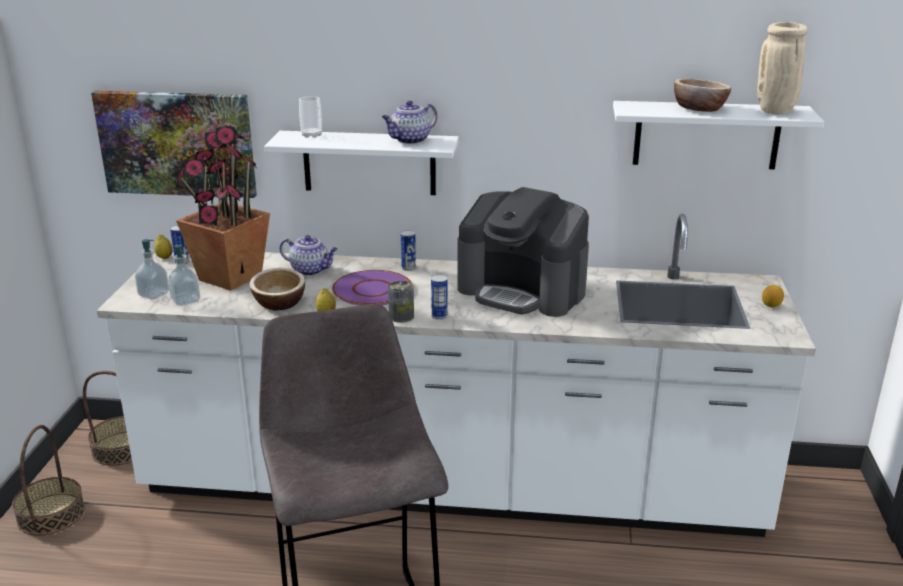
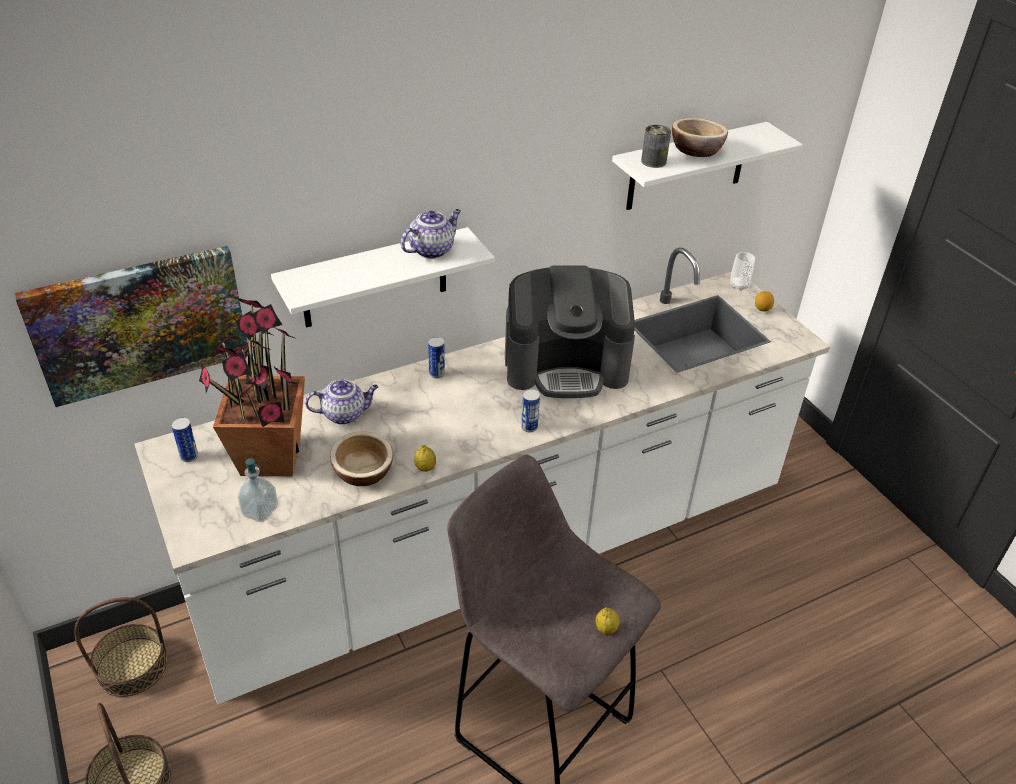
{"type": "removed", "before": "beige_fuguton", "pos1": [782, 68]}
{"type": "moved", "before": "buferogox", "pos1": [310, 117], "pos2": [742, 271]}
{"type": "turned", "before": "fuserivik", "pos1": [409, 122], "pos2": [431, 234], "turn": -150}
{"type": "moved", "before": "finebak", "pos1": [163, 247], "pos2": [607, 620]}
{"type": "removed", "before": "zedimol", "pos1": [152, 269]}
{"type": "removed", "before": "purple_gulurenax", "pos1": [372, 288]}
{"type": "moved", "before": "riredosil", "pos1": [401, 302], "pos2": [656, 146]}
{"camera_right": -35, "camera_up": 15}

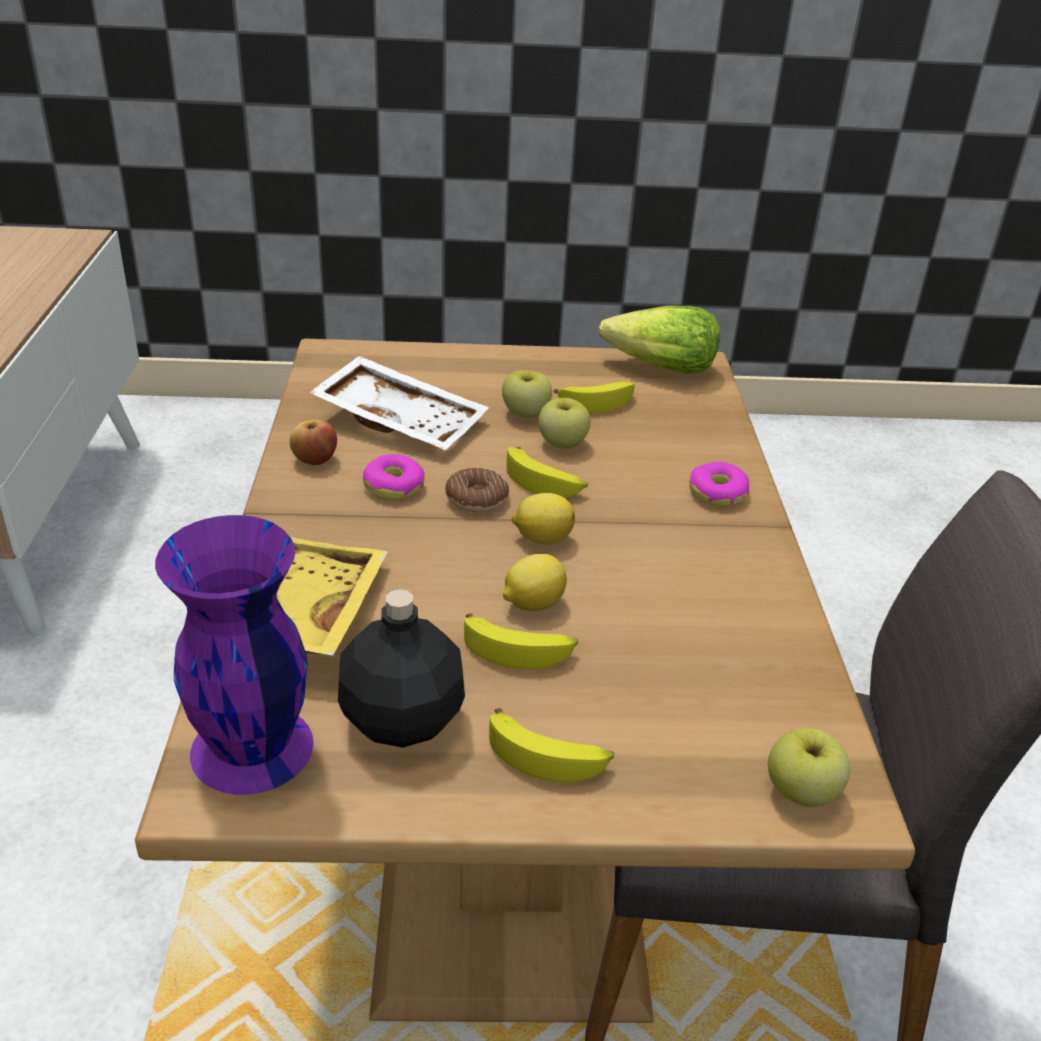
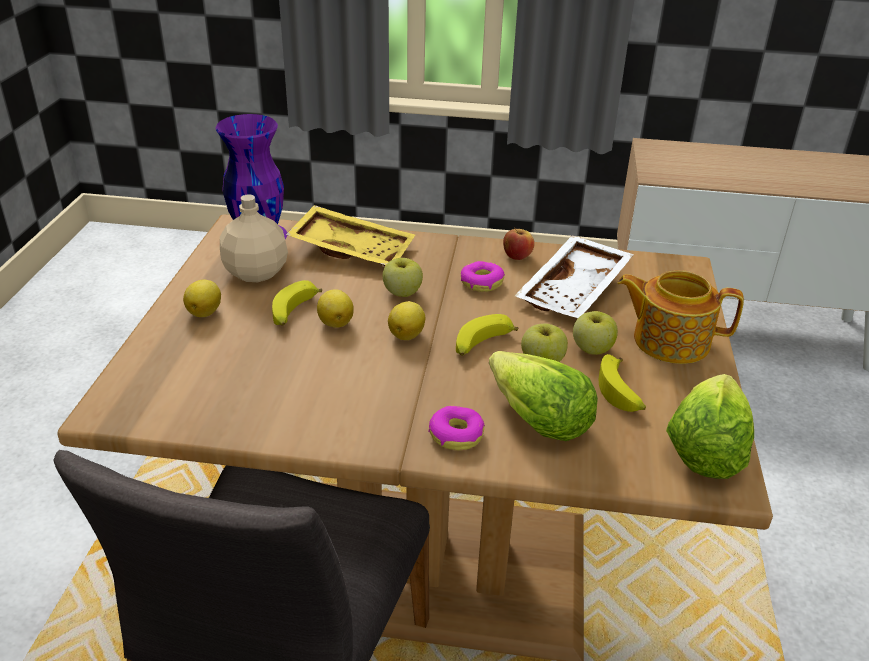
{"type": "removed", "before": "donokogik", "pos1": [477, 490]}
{"type": "recoloured", "before": "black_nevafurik", "after": "beige_nevafurik", "pos1": [401, 668], "pos2": [254, 238]}
{"type": "replaced", "before": "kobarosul", "after": "finebak", "pos1": [551, 745], "pos2": [202, 298]}
{"type": "moved", "before": "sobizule", "pos1": [809, 767], "pos2": [403, 277]}
{"type": "added", "after": "fuserivik", "pos2": [680, 317]}
{"type": "added", "after": "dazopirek", "pos2": [543, 396]}
{"camera_right": 100, "camera_up": 0}

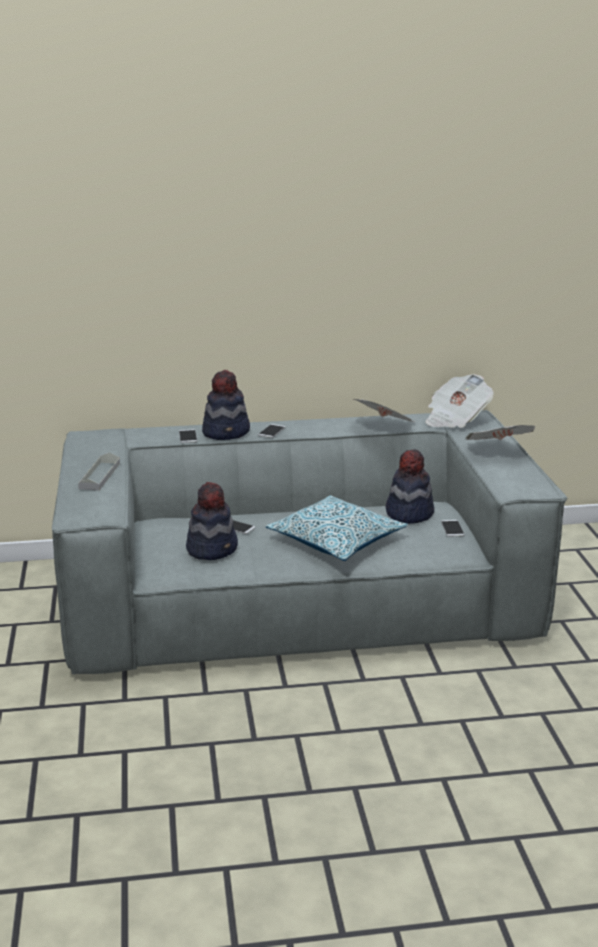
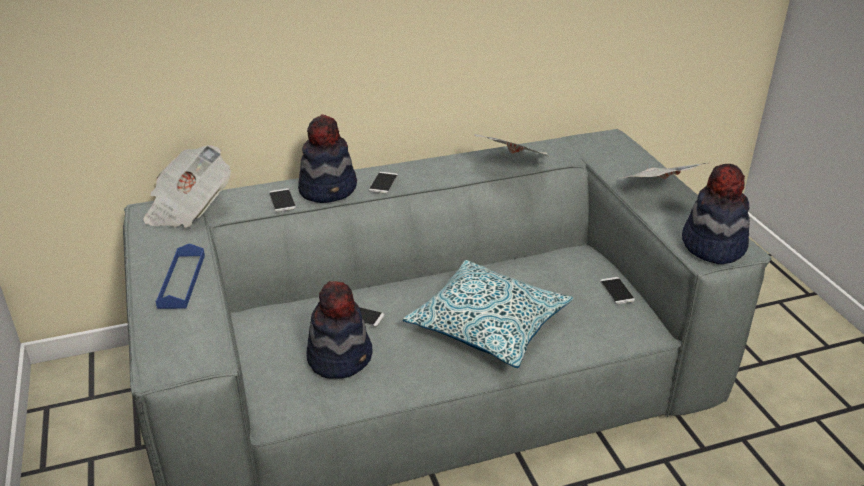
{"type": "moved", "before": "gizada", "pos1": [460, 401], "pos2": [187, 186]}
{"type": "moved", "before": "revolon", "pos1": [410, 486], "pos2": [716, 214]}
{"type": "recoloured", "before": "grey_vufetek", "after": "blue_vufetek", "pos1": [99, 471], "pos2": [180, 276]}
{"camera_right": -10, "camera_up": 10}

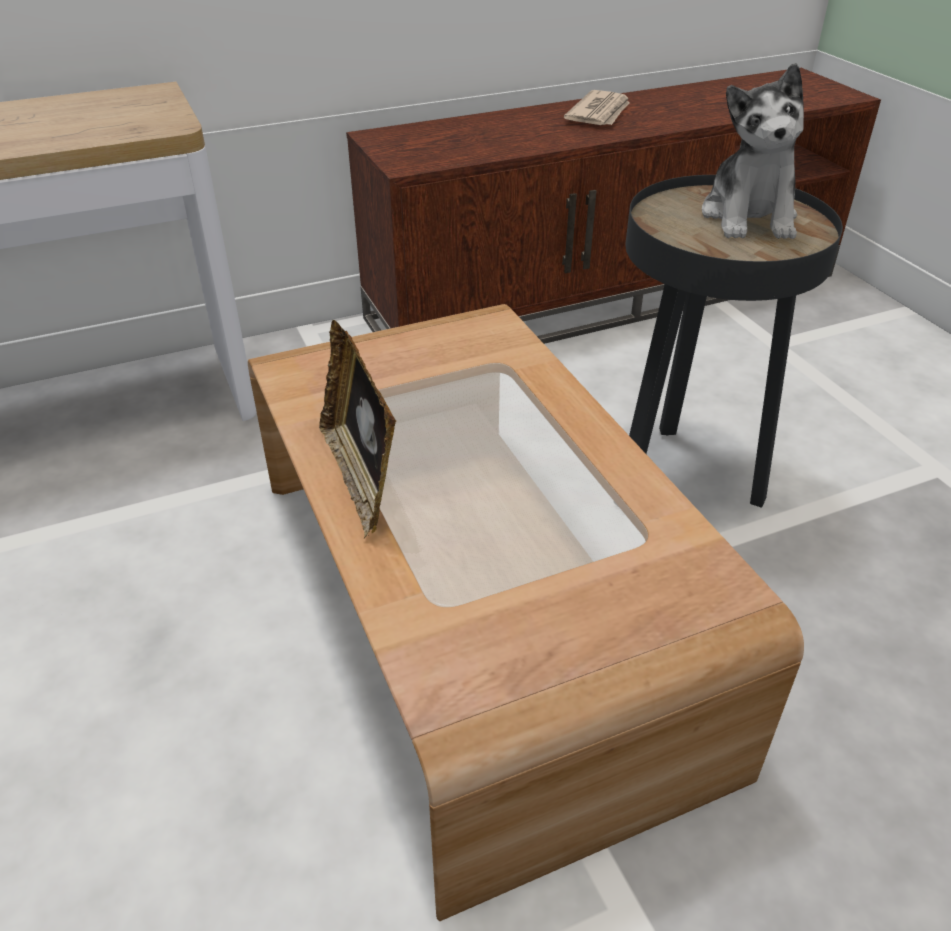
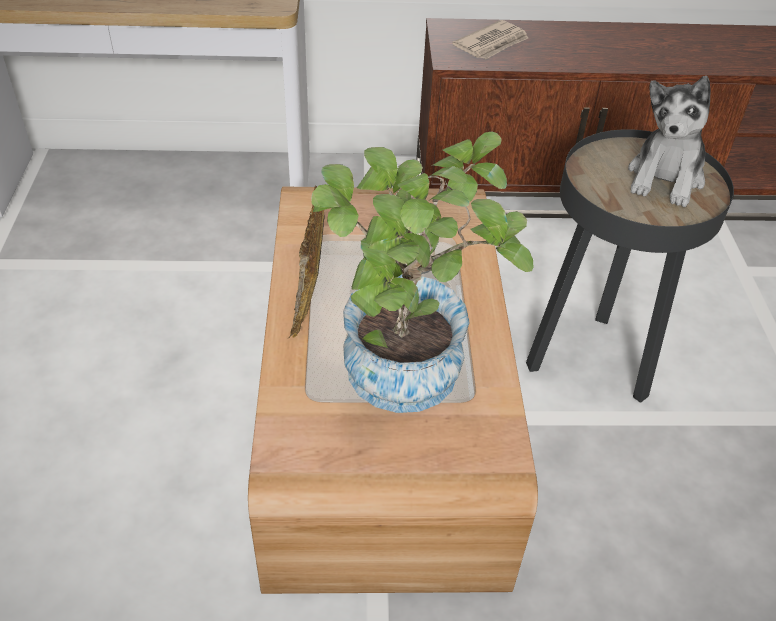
{"type": "moved", "before": "gizada", "pos1": [597, 107], "pos2": [490, 40]}
{"type": "added", "after": "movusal", "pos2": [422, 272]}
{"camera_right": 20, "camera_up": 5}

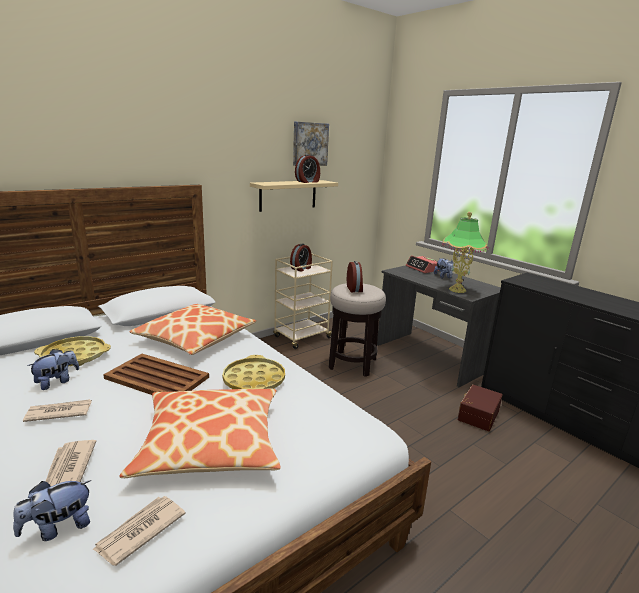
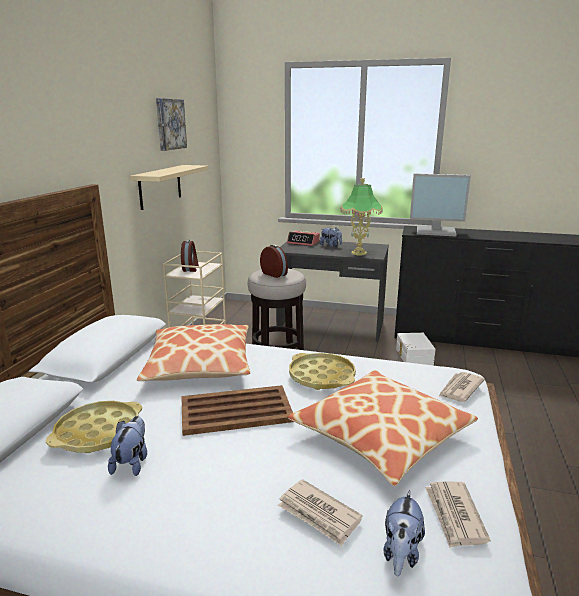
{"type": "removed", "before": "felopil", "pos1": [307, 168]}
{"type": "recoloured", "before": "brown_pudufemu", "after": "white_pudufemu", "pos1": [480, 407], "pos2": [416, 349]}
{"type": "moved", "before": "gizada", "pos1": [57, 410], "pos2": [461, 387]}
{"type": "added", "after": "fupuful", "pos2": [440, 204]}
{"camera_right": -35, "camera_up": 0}

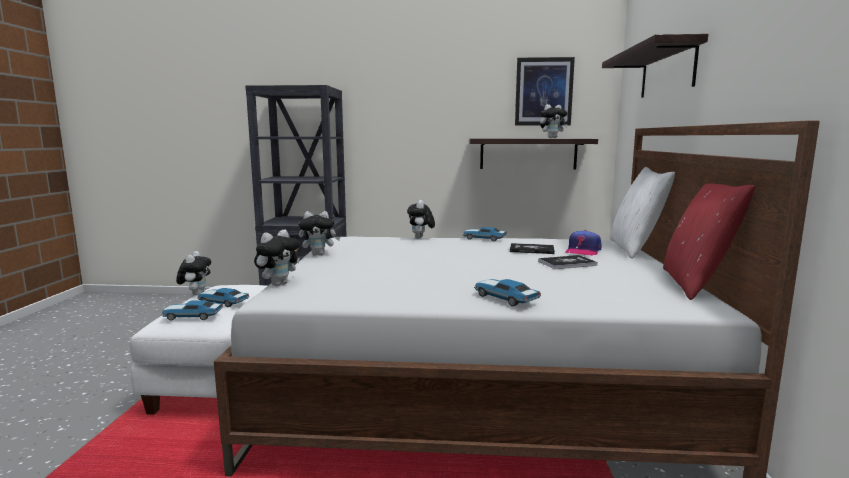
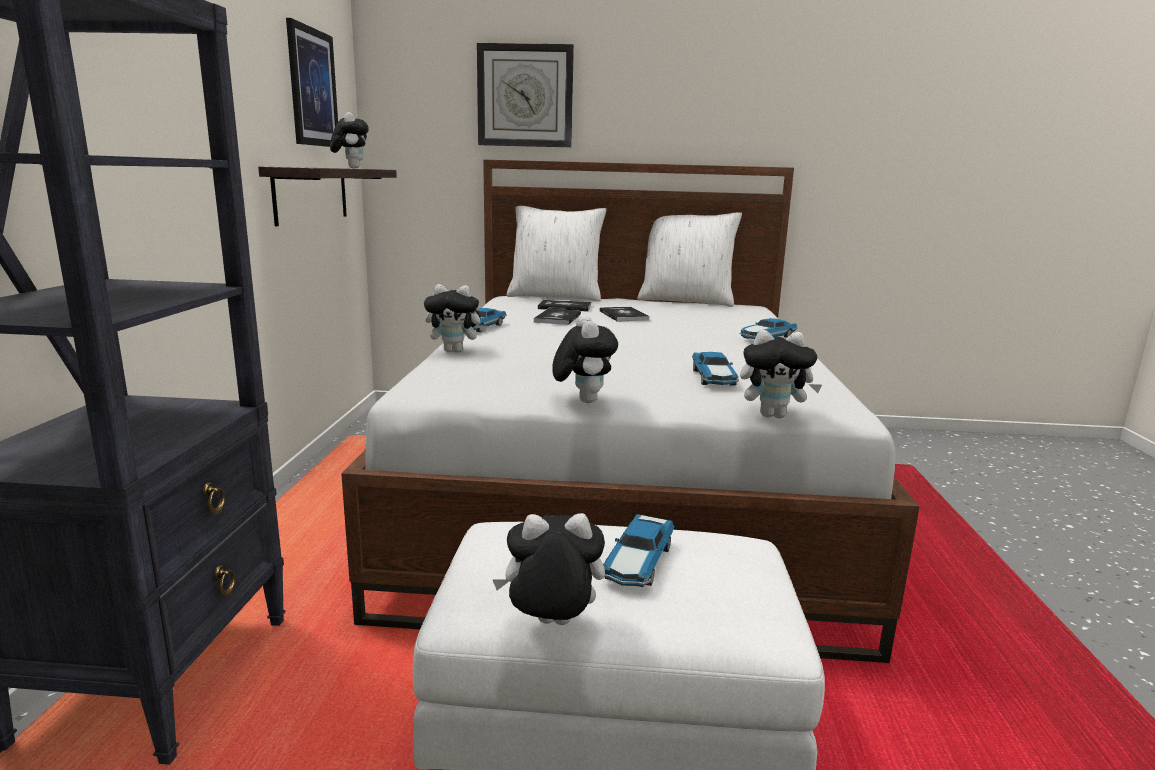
{"type": "replaced", "before": "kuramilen", "after": "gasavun", "pos1": [655, 66], "pos2": [525, 95]}
{"type": "recoloured", "before": "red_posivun", "after": "white_posivun", "pos1": [709, 242], "pos2": [689, 259]}
{"type": "turned", "before": "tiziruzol", "pos1": [277, 258], "pos2": [781, 374], "turn": 150}
{"type": "replaced", "before": "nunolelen", "after": "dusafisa", "pos1": [583, 243], "pos2": [564, 306]}
{"type": "moved", "before": "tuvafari", "pos1": [192, 310], "pos2": [715, 369]}
{"camera_right": -90, "camera_up": 5}

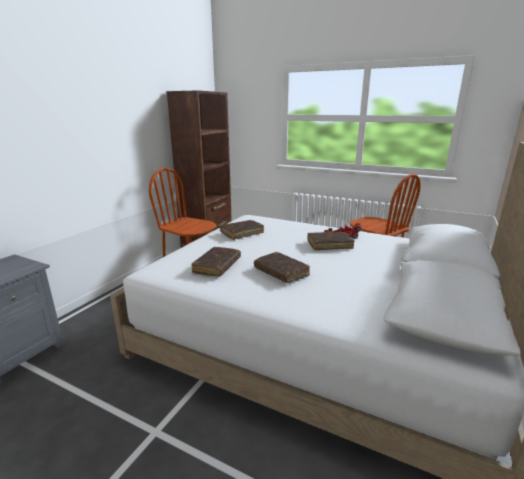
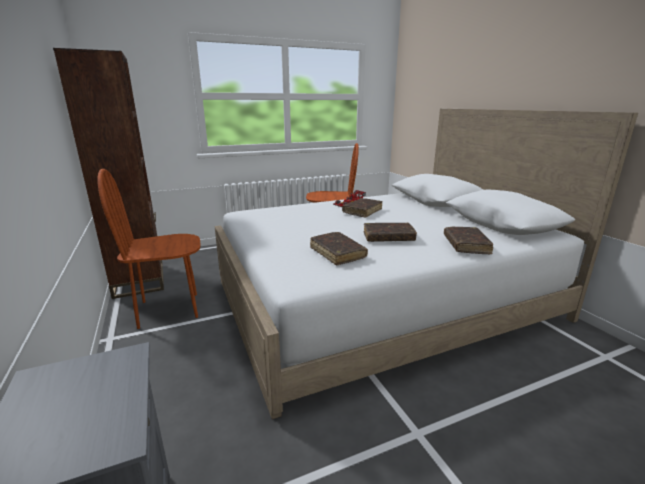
{"type": "moved", "before": "brown_dusafisa", "pos1": [242, 230], "pos2": [468, 240]}
{"camera_right": -50, "camera_up": 0}

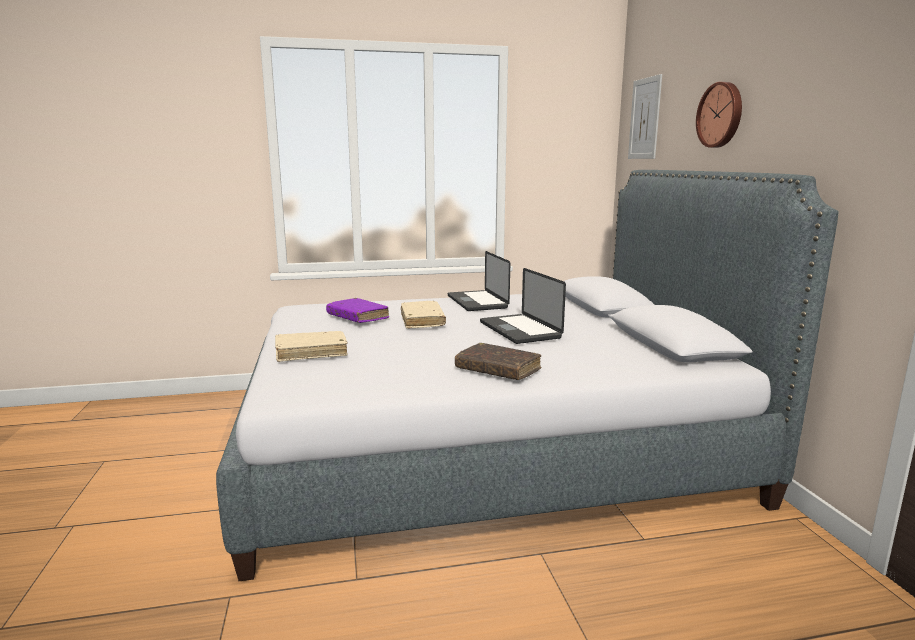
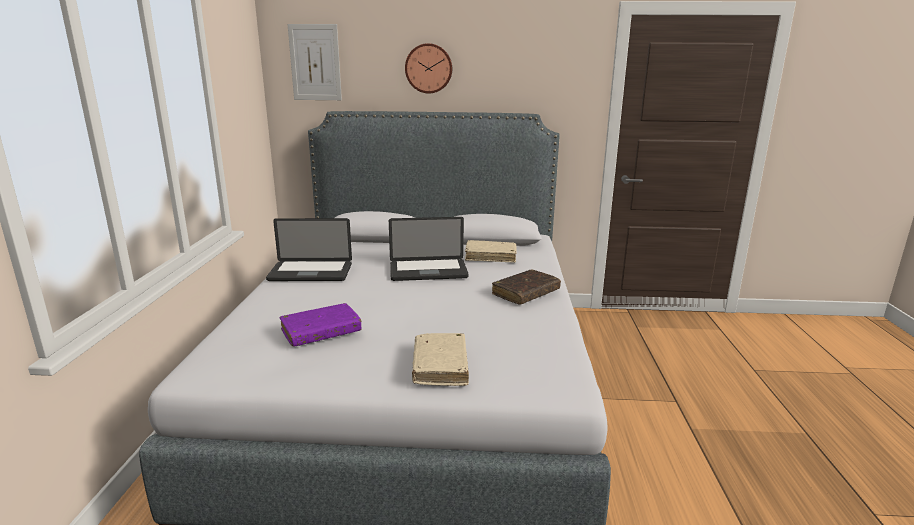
{"type": "moved", "before": "beige_dusafisa", "pos1": [423, 315], "pos2": [491, 251]}
{"camera_right": -75, "camera_up": 5}

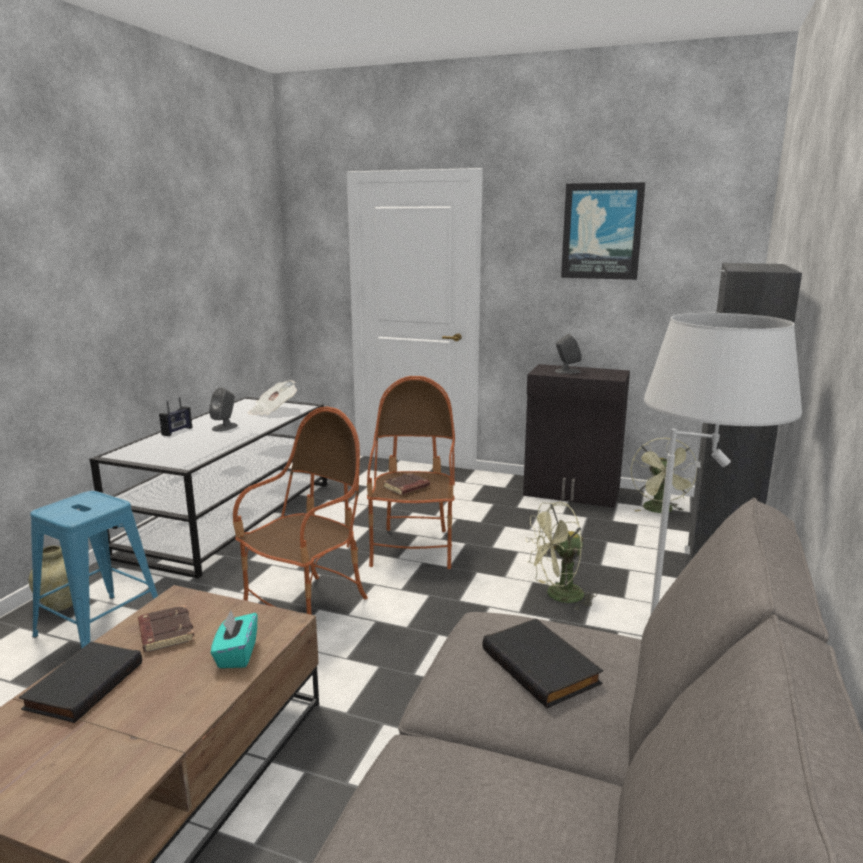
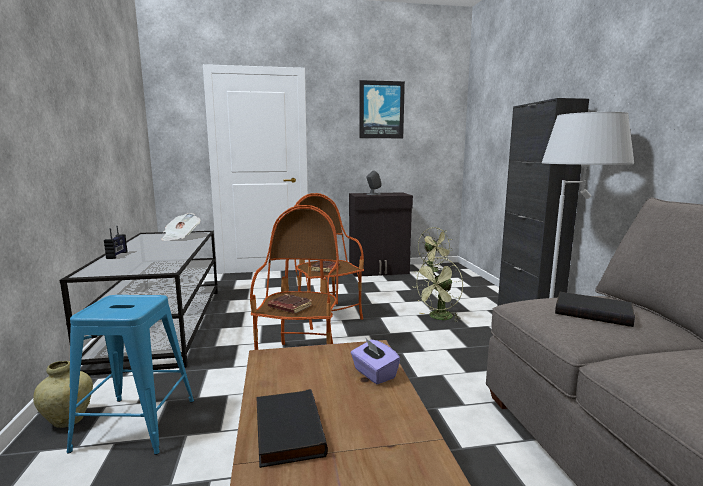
{"type": "removed", "before": "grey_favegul", "pos1": [223, 409]}
{"type": "moved", "before": "brown_dusafisa", "pos1": [166, 628], "pos2": [290, 304]}
{"type": "recoloured", "before": "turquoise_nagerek", "after": "purple_nagerek", "pos1": [234, 639], "pos2": [375, 362]}
{"camera_right": -30, "camera_up": -5}

